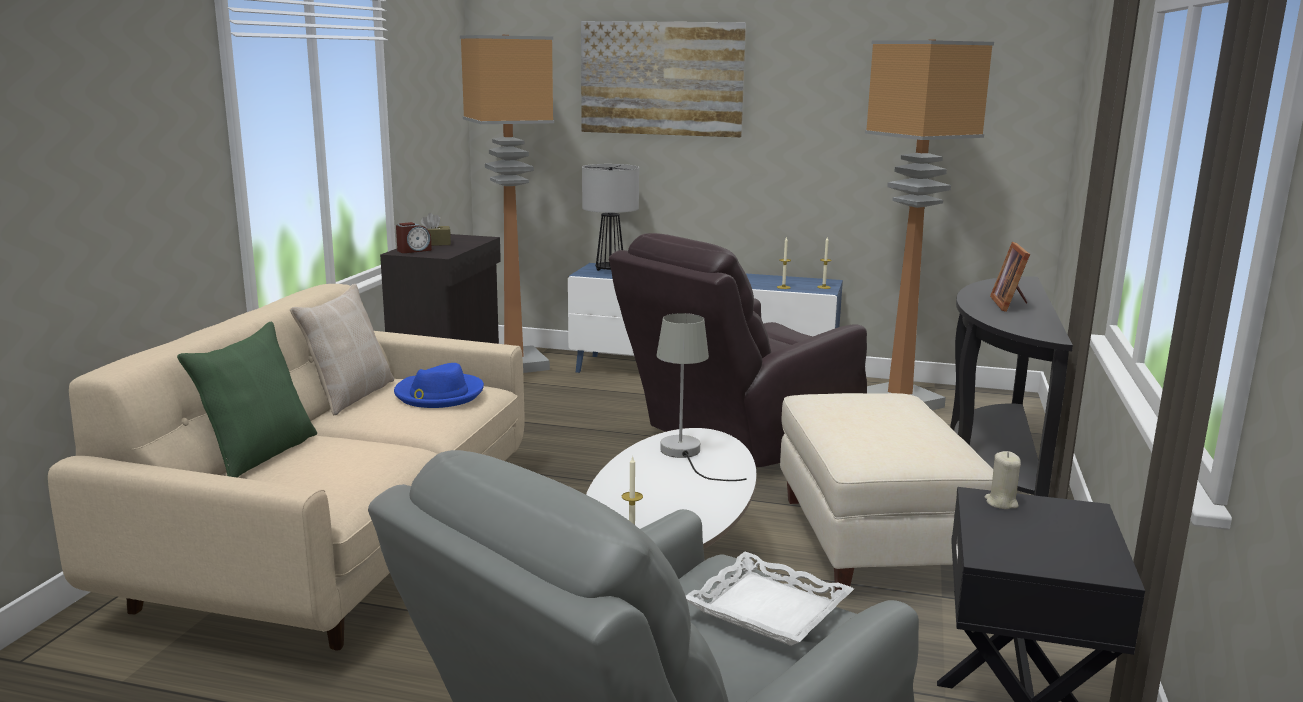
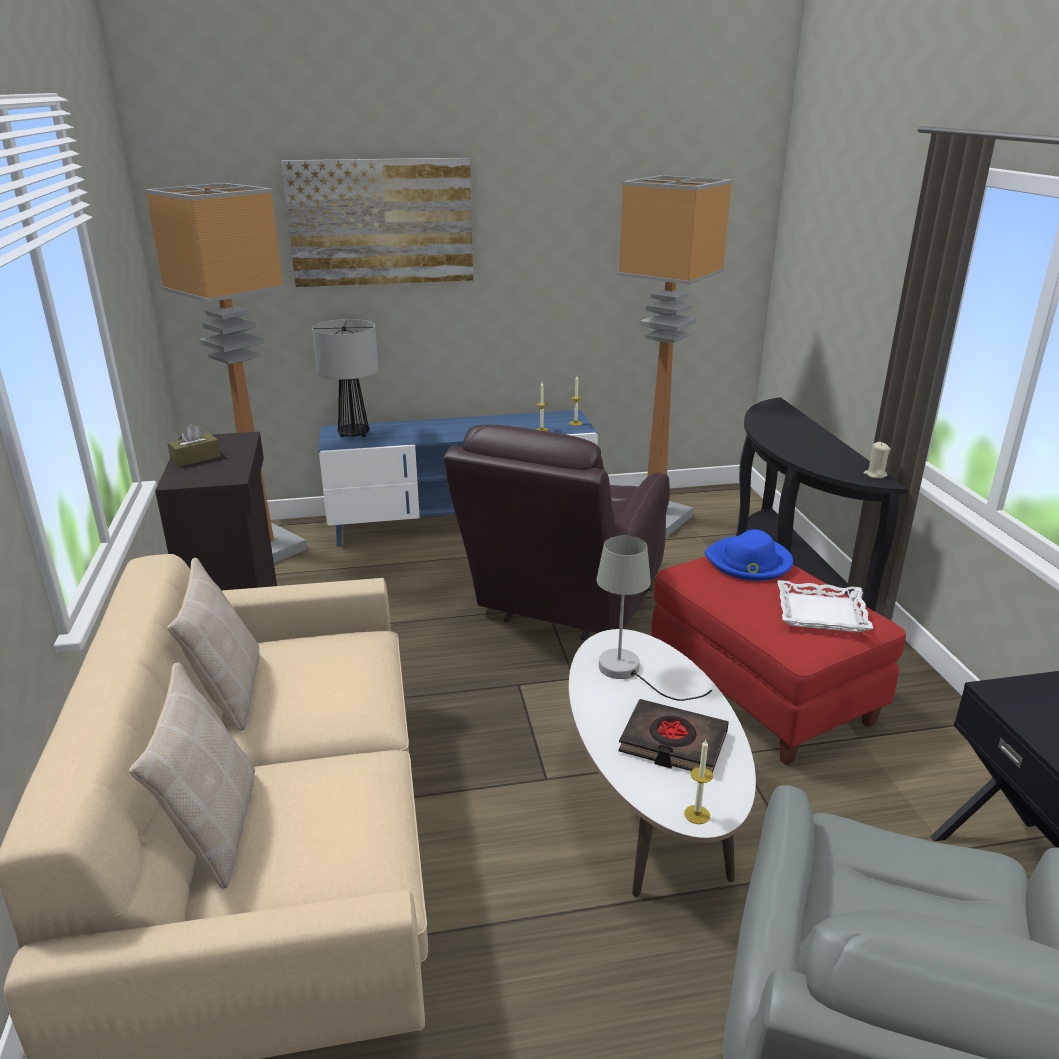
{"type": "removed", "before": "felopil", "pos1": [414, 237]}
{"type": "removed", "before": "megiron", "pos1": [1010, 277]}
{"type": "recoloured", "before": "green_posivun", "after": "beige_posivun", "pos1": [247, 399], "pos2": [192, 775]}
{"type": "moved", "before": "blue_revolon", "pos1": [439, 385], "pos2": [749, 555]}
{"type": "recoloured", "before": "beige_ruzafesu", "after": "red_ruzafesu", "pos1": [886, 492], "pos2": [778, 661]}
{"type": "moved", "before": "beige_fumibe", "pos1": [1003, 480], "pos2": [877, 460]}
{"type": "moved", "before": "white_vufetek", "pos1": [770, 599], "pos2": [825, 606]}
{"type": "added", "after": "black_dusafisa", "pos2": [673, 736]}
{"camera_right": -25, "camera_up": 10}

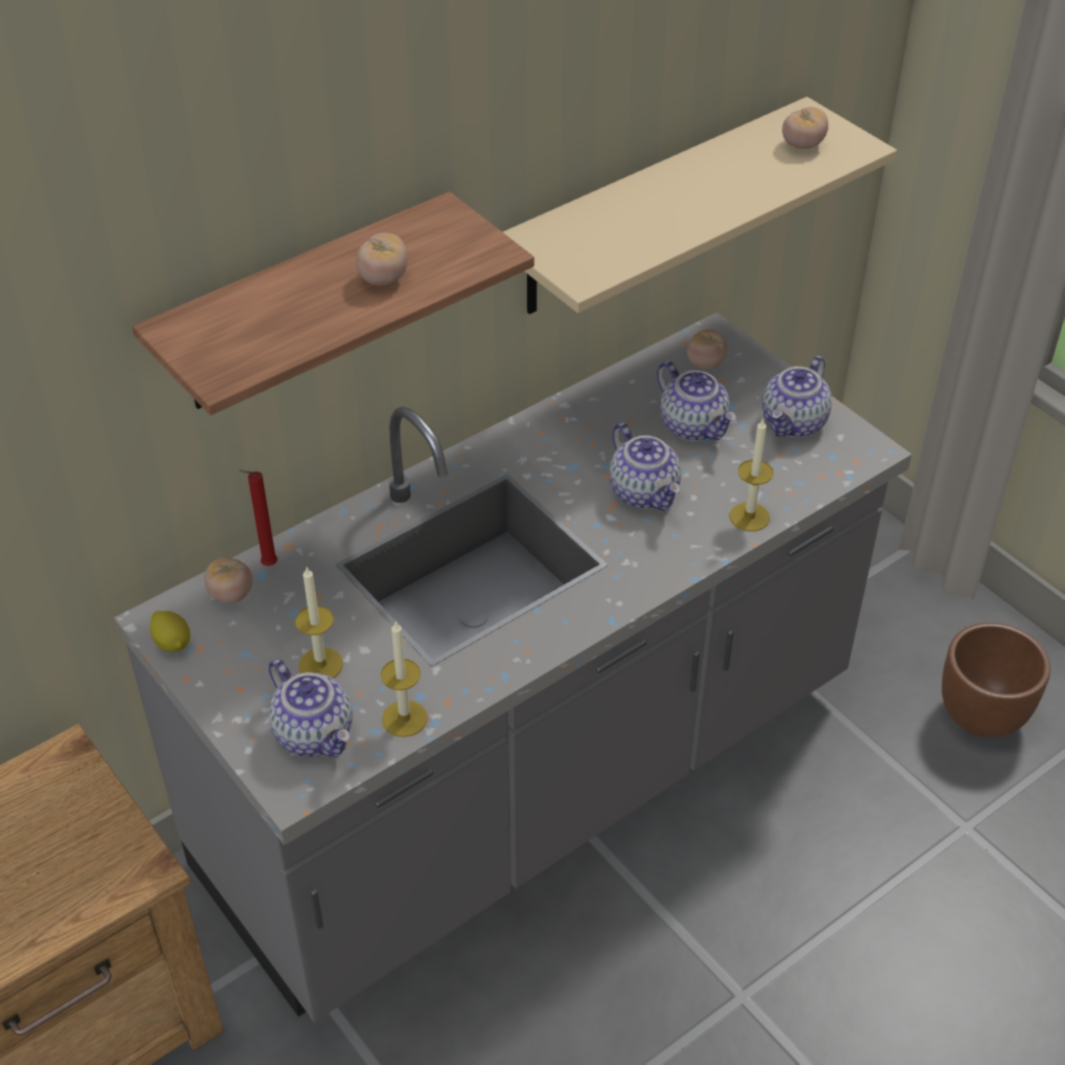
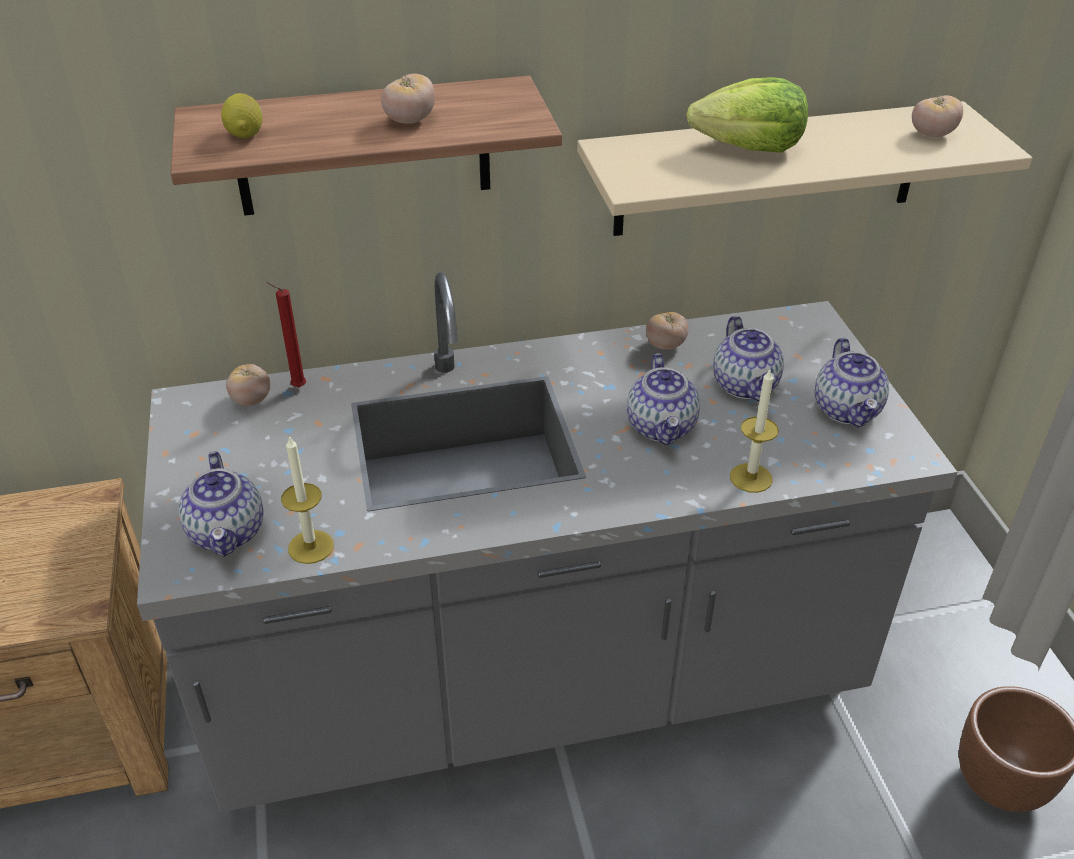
{"type": "moved", "before": "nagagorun", "pos1": [707, 349], "pos2": [667, 331]}
{"type": "turned", "before": "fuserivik", "pos1": [797, 396], "pos2": [852, 382], "turn": -60}
{"type": "removed", "before": "fumibe", "pos1": [319, 622]}
{"type": "moved", "before": "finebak", "pos1": [170, 631], "pos2": [241, 115]}
{"type": "added", "after": "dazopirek", "pos2": [747, 115]}
{"camera_right": 25, "camera_up": -5}

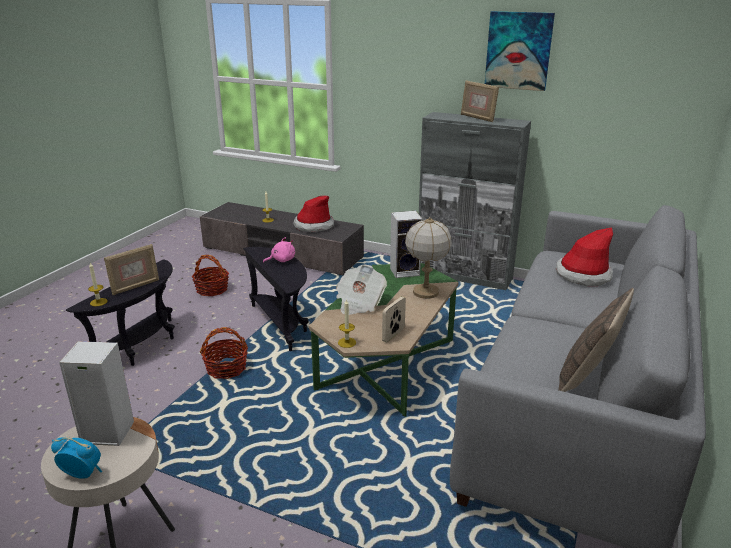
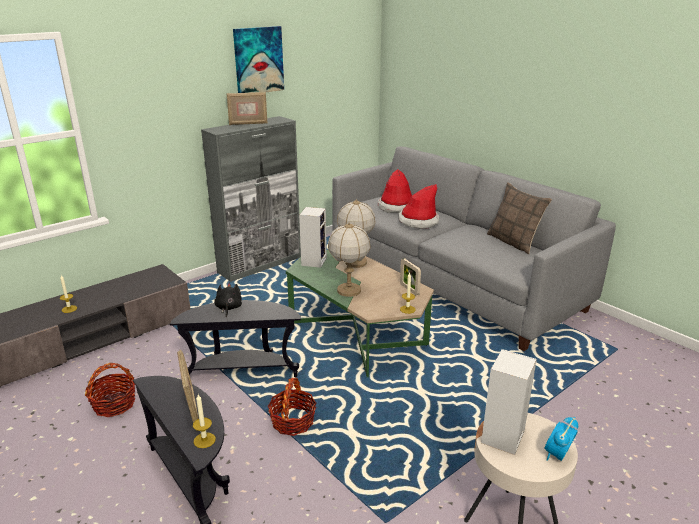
{"type": "moved", "before": "revolon", "pos1": [313, 214], "pos2": [418, 206]}
{"type": "recoloured", "before": "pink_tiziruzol", "after": "black_tiziruzol", "pos1": [279, 250], "pos2": [228, 300]}
{"type": "replaced", "before": "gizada", "after": "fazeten", "pos1": [361, 290], "pos2": [349, 260]}
{"camera_right": -65, "camera_up": 0}

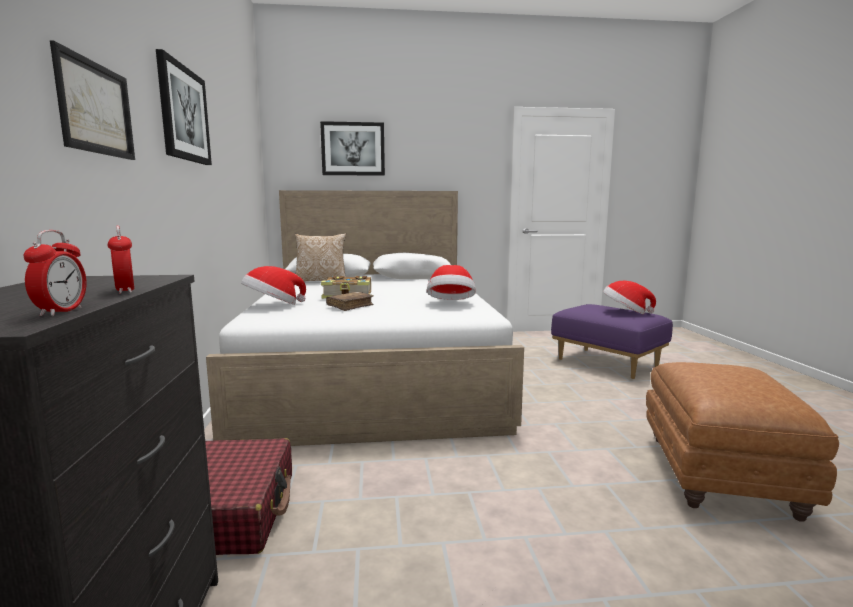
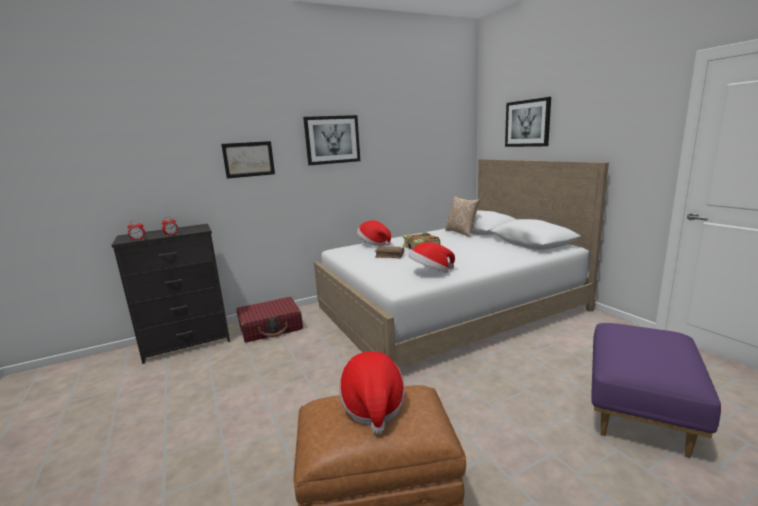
{"type": "moved", "before": "revolon", "pos1": [629, 297], "pos2": [372, 392]}
{"camera_right": 70, "camera_up": 5}

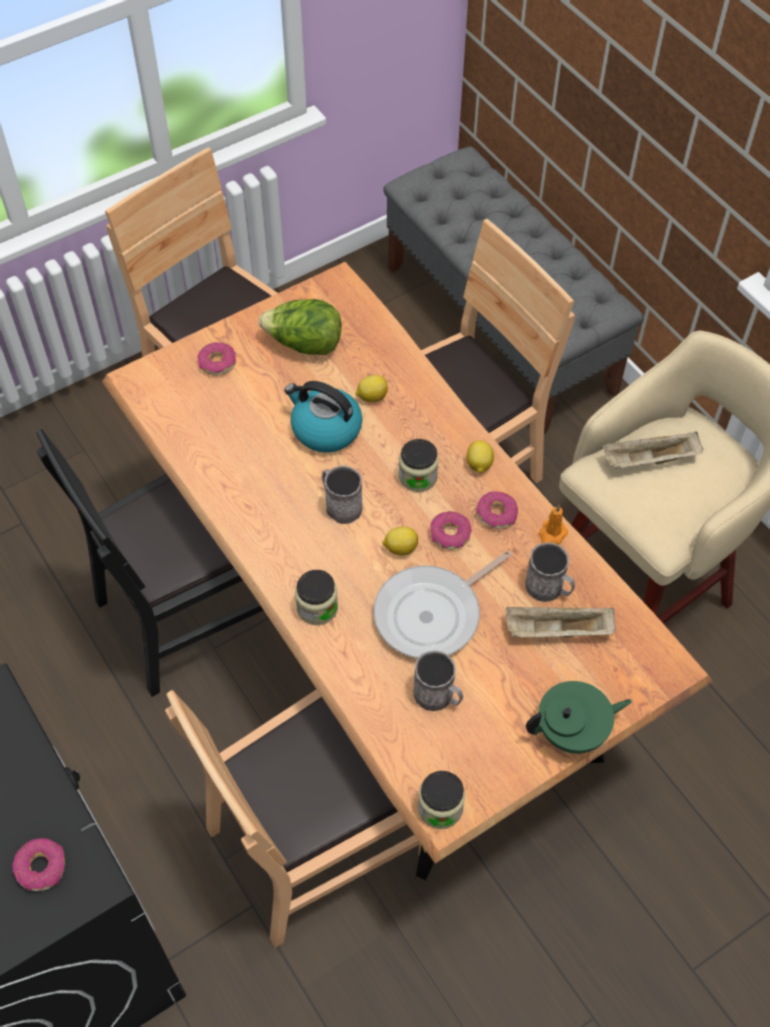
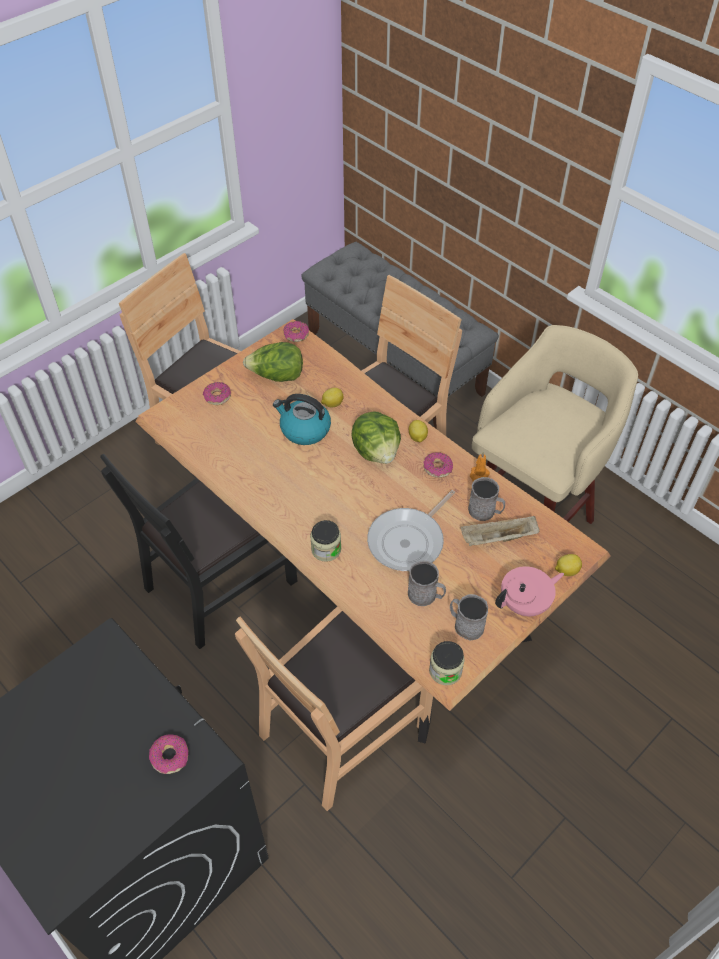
{"type": "removed", "before": "beige_vufetek", "pos1": [653, 450]}
{"type": "replaced", "before": "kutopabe", "after": "dazopirek", "pos1": [419, 465], "pos2": [376, 437]}
{"type": "moved", "before": "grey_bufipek", "pos1": [342, 495], "pos2": [469, 617]}
{"type": "moved", "before": "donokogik", "pos1": [451, 530], "pos2": [296, 331]}
{"type": "moved", "before": "finebak", "pos1": [400, 541], "pos2": [568, 565]}
{"type": "recoloured", "before": "green_fuserivik", "after": "pink_fuserivik", "pos1": [579, 717], "pos2": [529, 591]}
{"camera_right": -10, "camera_up": -5}

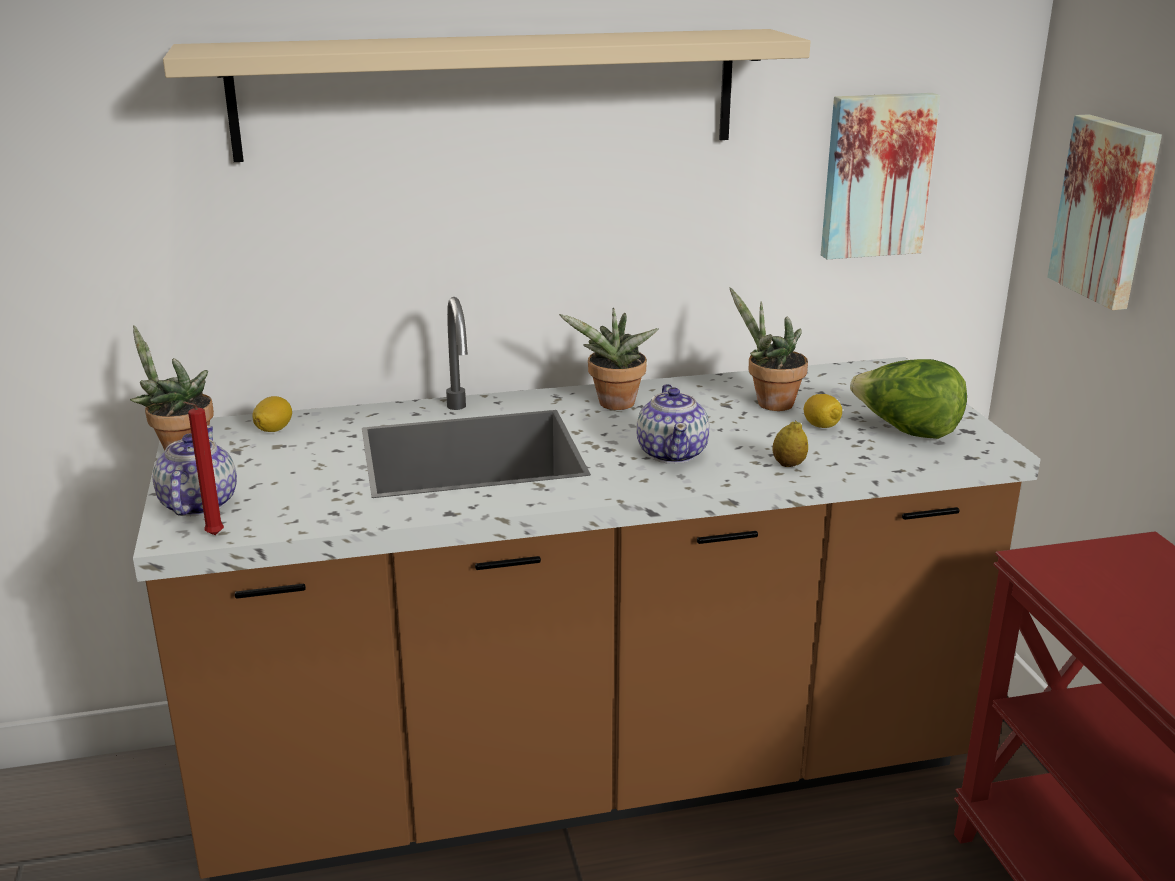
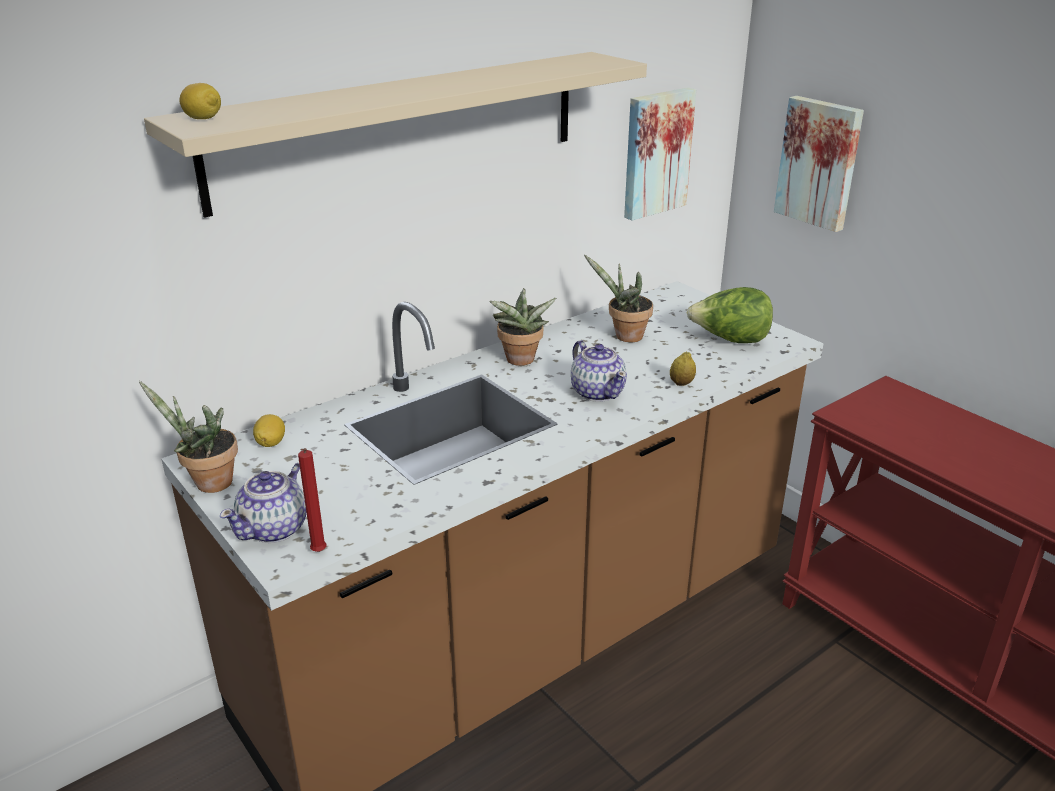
{"type": "moved", "before": "finebak", "pos1": [823, 411], "pos2": [200, 101]}
{"type": "turned", "before": "fuserivik", "pos1": [194, 471], "pos2": [263, 503], "turn": -120}
{"camera_right": -25, "camera_up": 5}

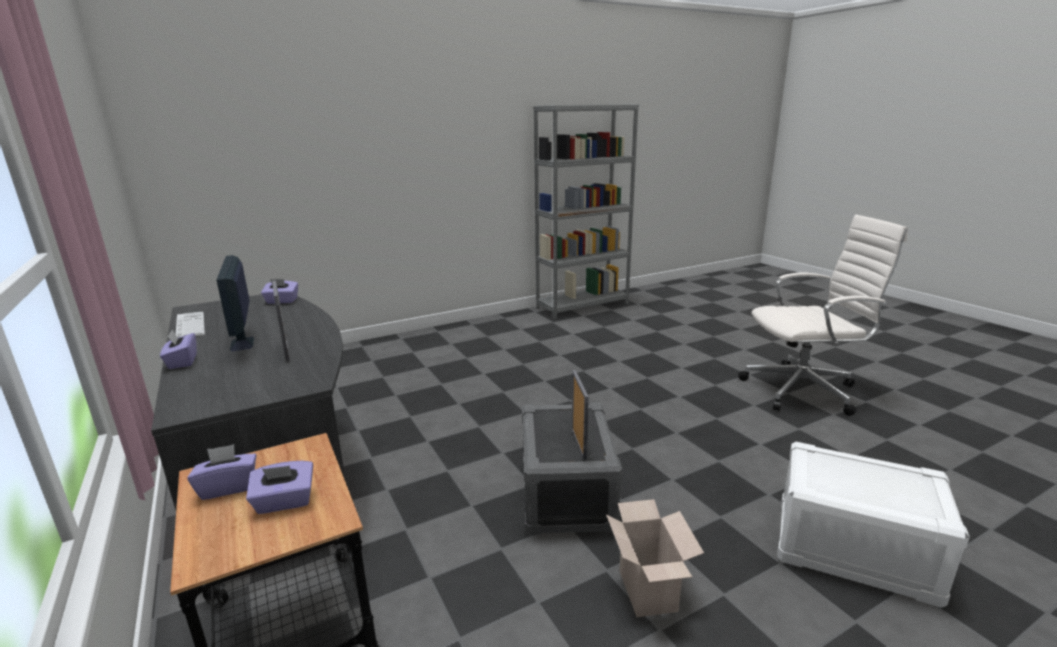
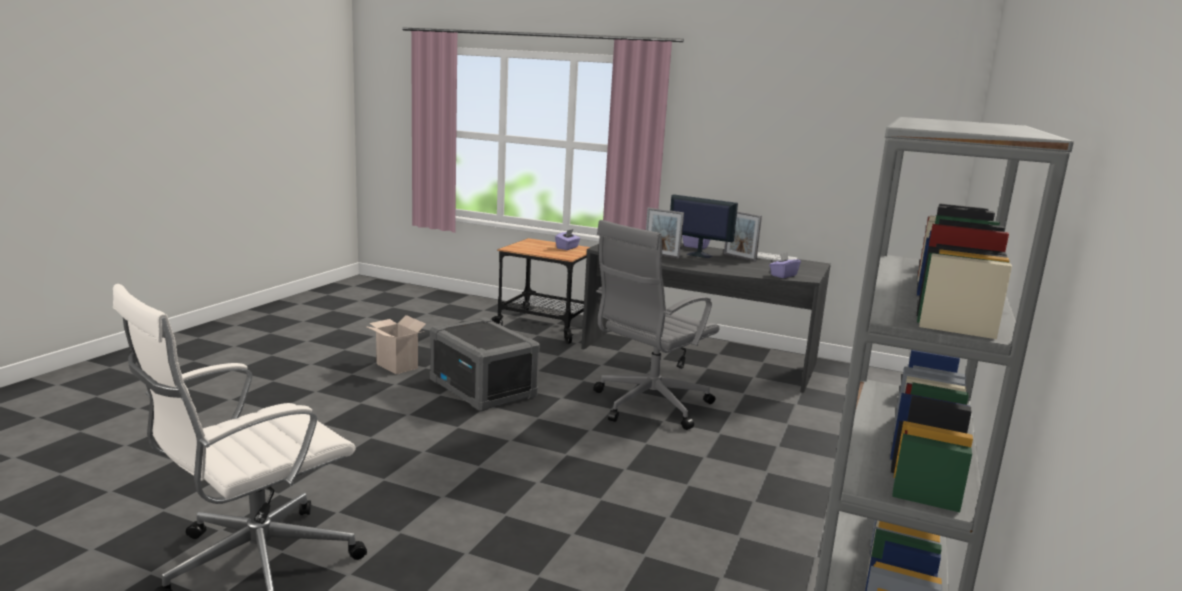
{"type": "moved", "before": "megiron", "pos1": [580, 415], "pos2": [743, 236]}
{"type": "removed", "before": "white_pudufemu", "pos1": [873, 524]}
{"type": "removed", "before": "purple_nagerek", "pos1": [279, 487]}
{"type": "added", "after": "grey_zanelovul", "pos2": [656, 325]}
{"camera_right": 140, "camera_up": -5}

